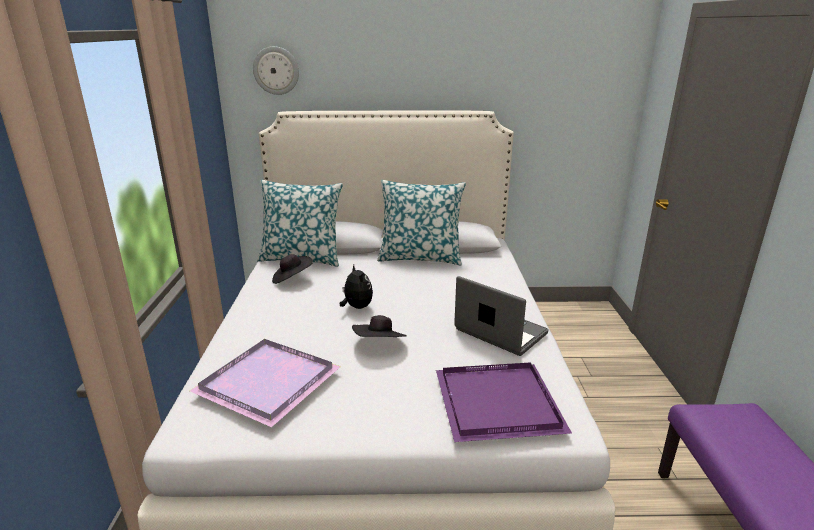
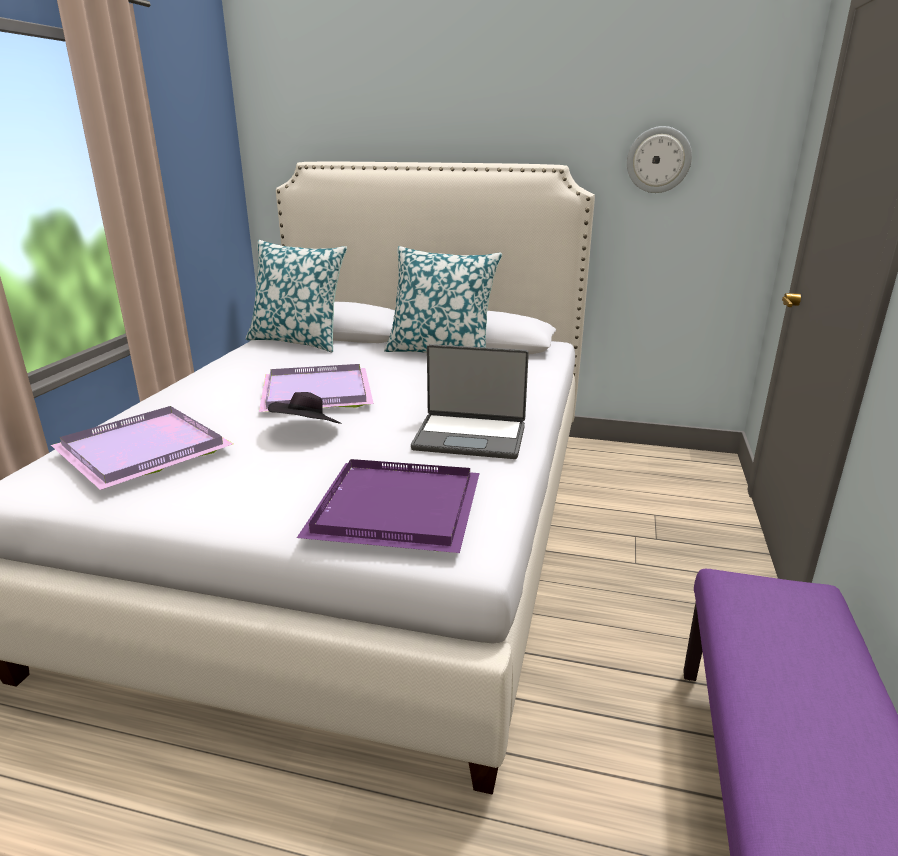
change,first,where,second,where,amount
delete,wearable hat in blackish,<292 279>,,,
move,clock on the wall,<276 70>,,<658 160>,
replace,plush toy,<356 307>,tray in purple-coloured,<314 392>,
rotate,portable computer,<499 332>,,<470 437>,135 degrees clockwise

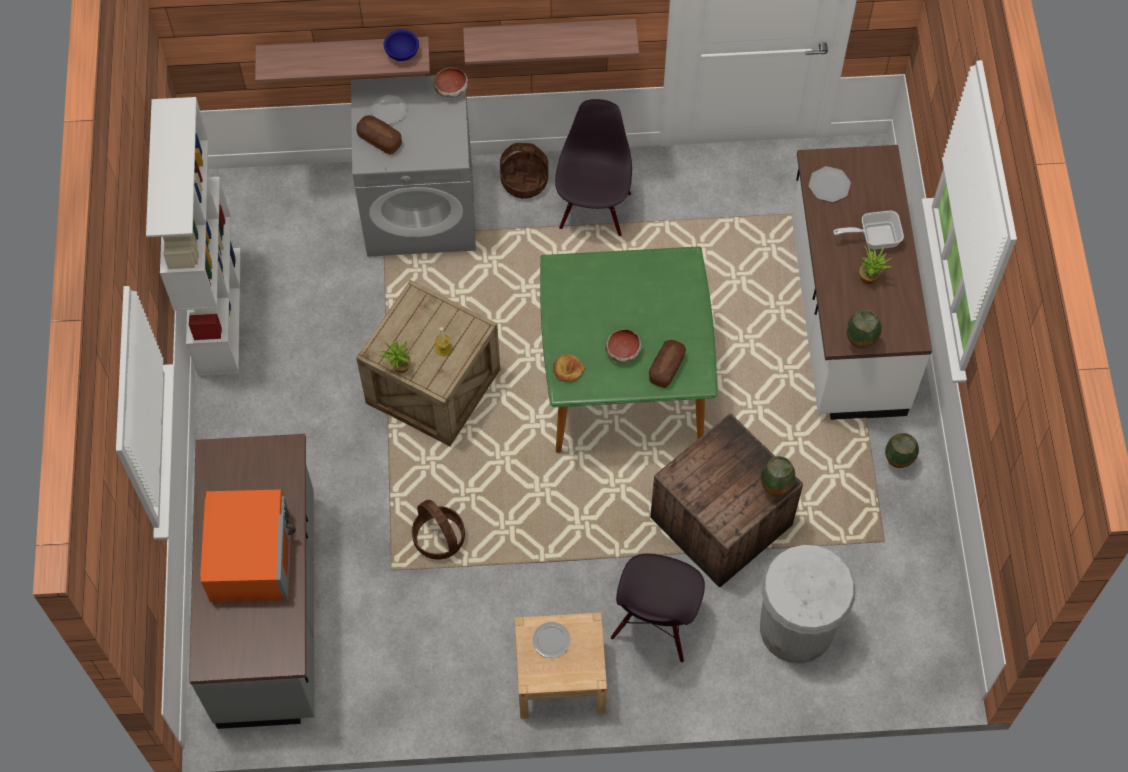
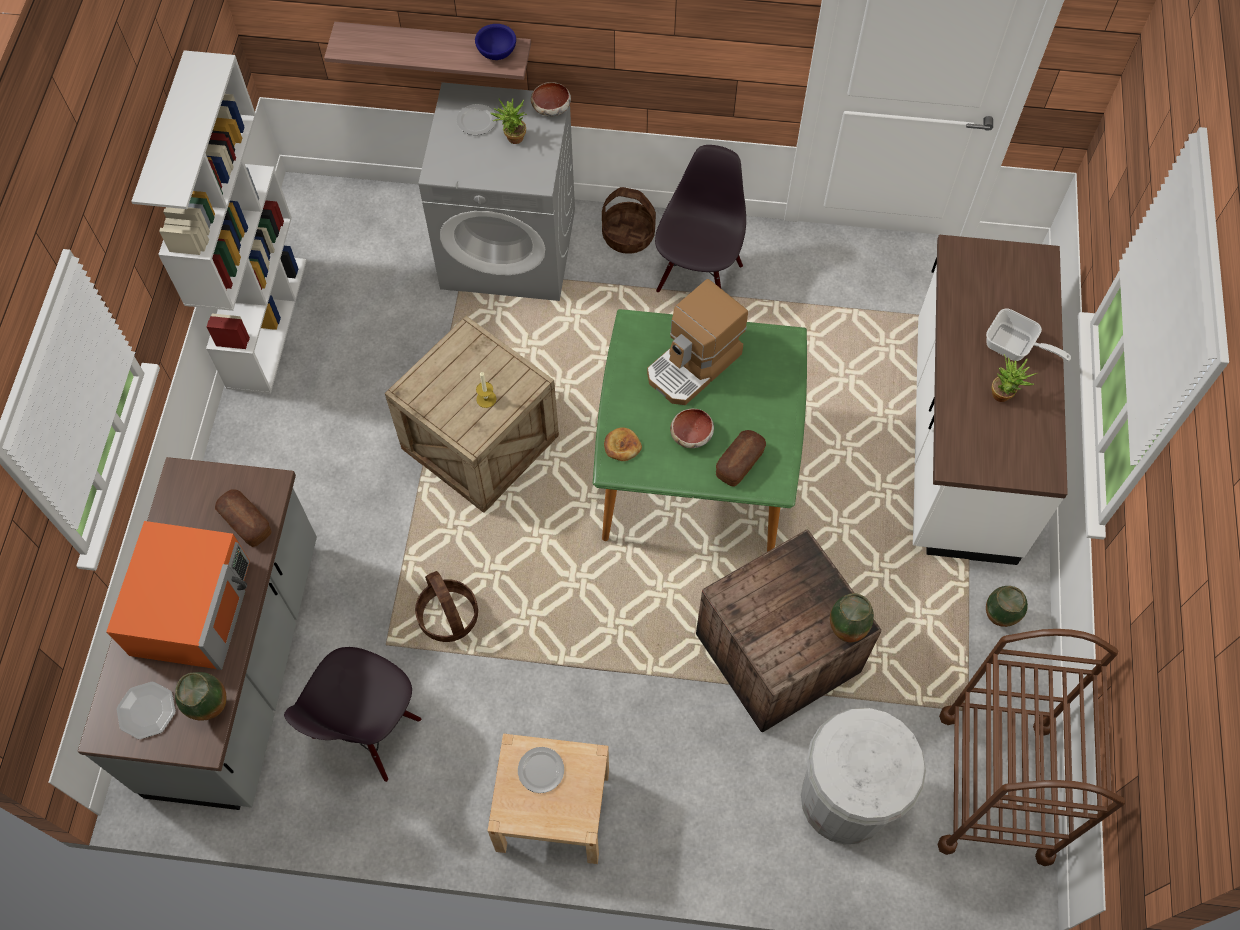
change,first,where,second,where,amount
delete,bracket shelf,<549 35>,,,
insert,,,coffee machine,<694 365>,
insert,,,cart in brown-coloured,<995 785>,
move,baked bread,<379 140>,,<246 522>,
move,plant in a pot,<399 369>,,<512 139>,
move,upright chair in blackish,<655 625>,,<368 730>,
move,dinner plate,<829 185>,,<147 711>,
move,flower vase,<860 344>,,<213 709>,
rotate,frying pan,<873 237>,,<1015 347>,150 degrees counterclockwise

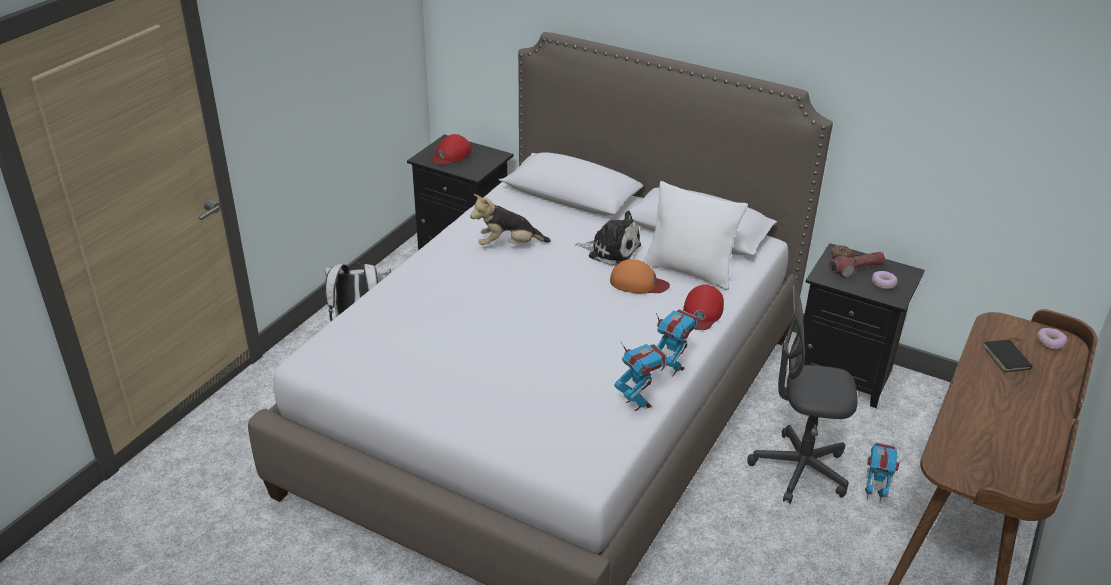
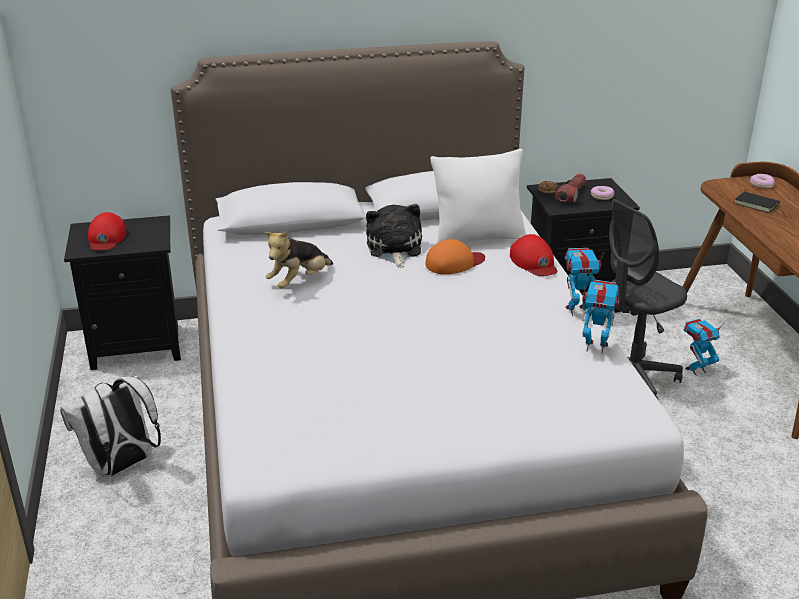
change,first,where,second,where,amount
rotate,plush toy,<611 250>,,<394 249>,75 degrees counterclockwise

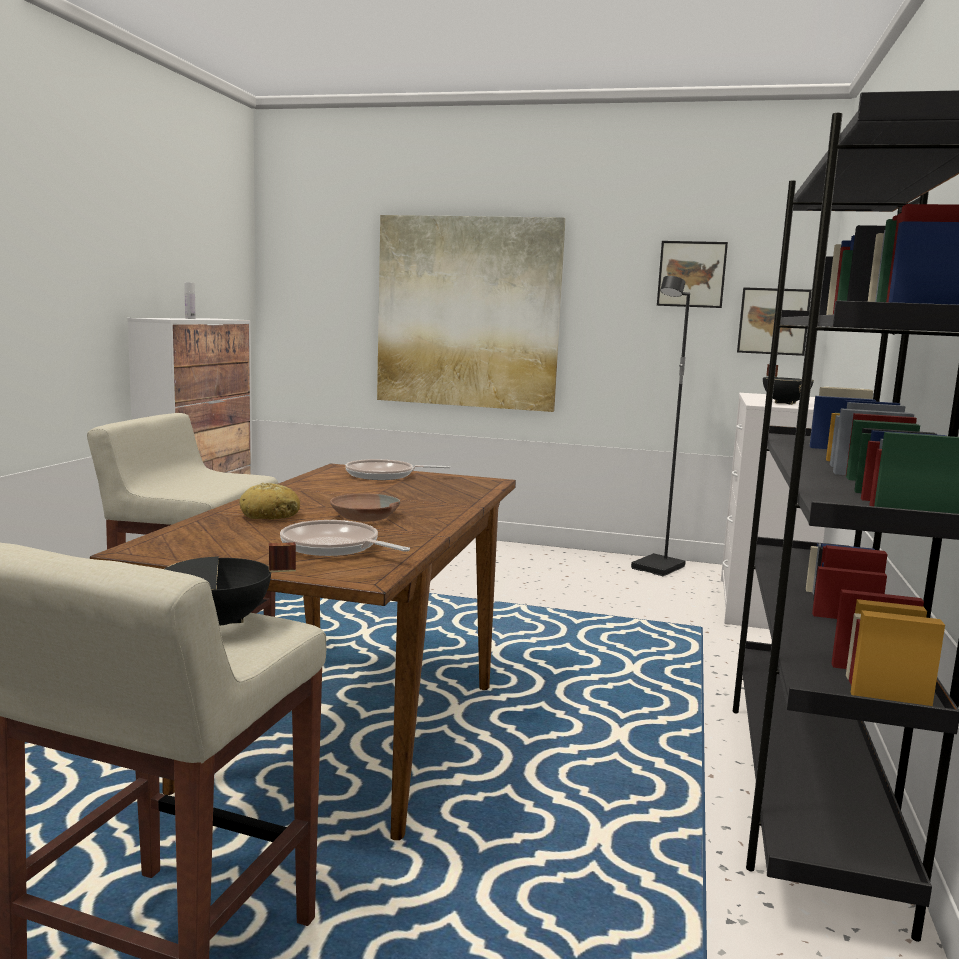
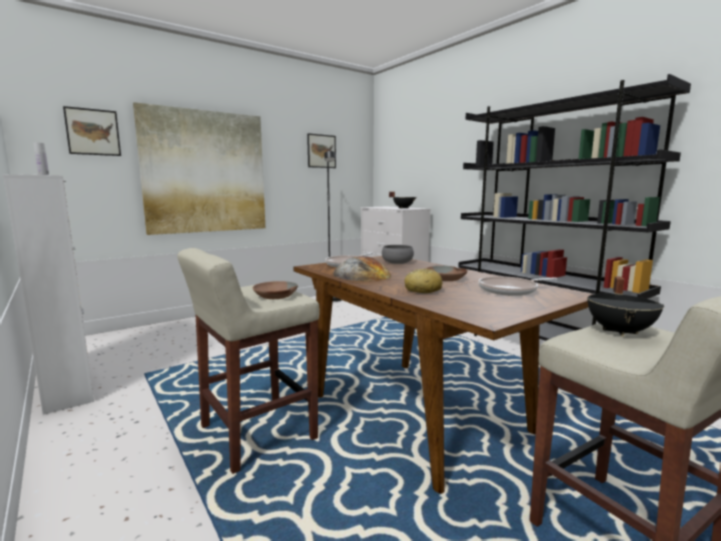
change,first,where,second,where,amount
insert,,,deep dish in brown-coloured,<275 296>,
insert,,,baked bread,<361 275>,
insert,,,deep dish in gray,<397 262>,
move,wall art,<773 321>,,<93 132>,

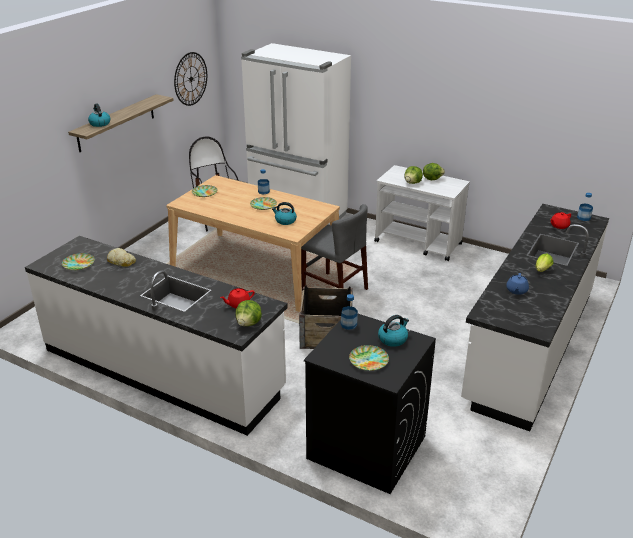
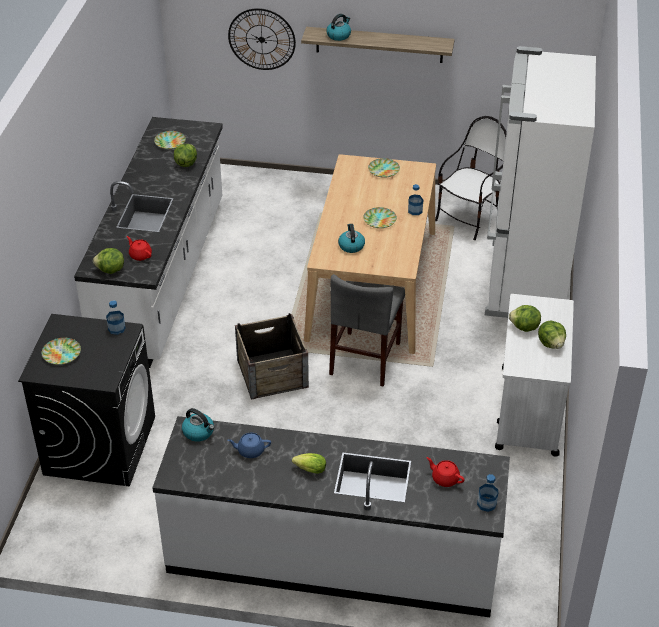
change,first,where,second,where,amount
move,clock on the wall,<191 79>,,<261 39>,
move,kettle,<393 339>,,<199 432>,
replace,baked bread,<121 261>,head of lettuce,<186 163>,

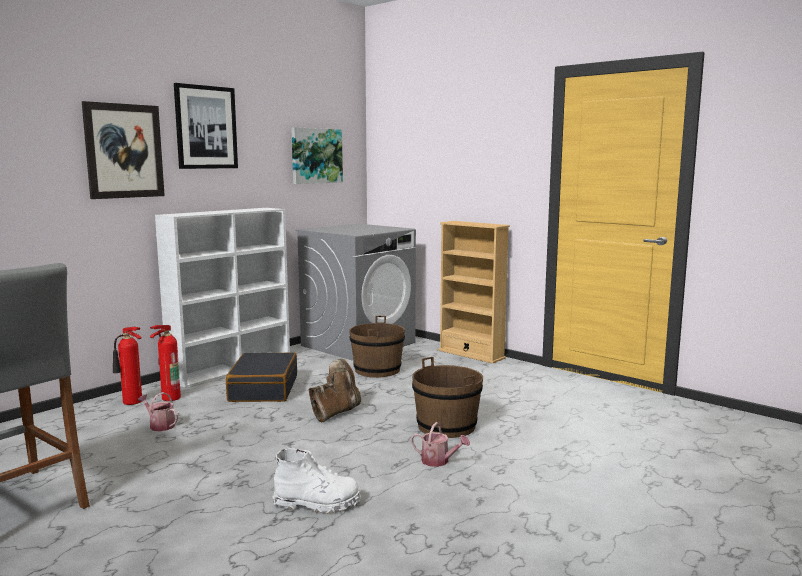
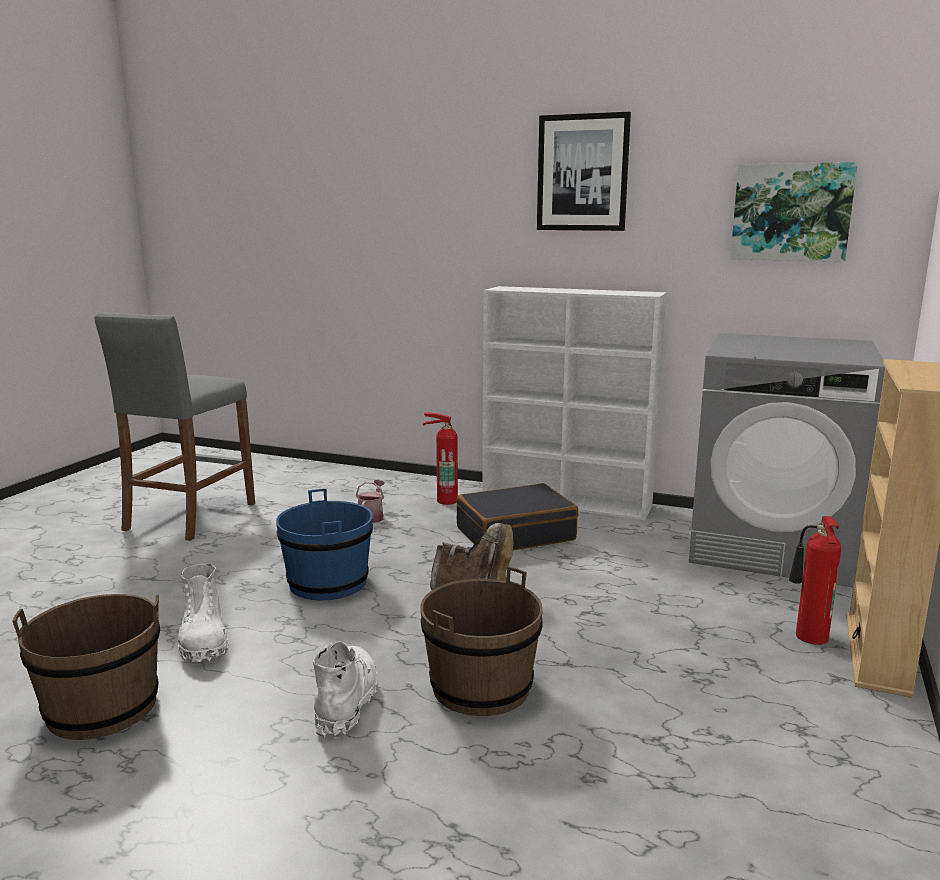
change,first,where,second,where,amount
delete,wall art,<124 151>,,,
insert,,,water bucket in blue-coloured,<328 583>,
move,extinguisher,<131 402>,,<808 638>,
move,water bucket in brown-coloured,<377 370>,,<102 708>,
replace,sprinkling can,<439 461>,tall boot in whitish,<346 702>,

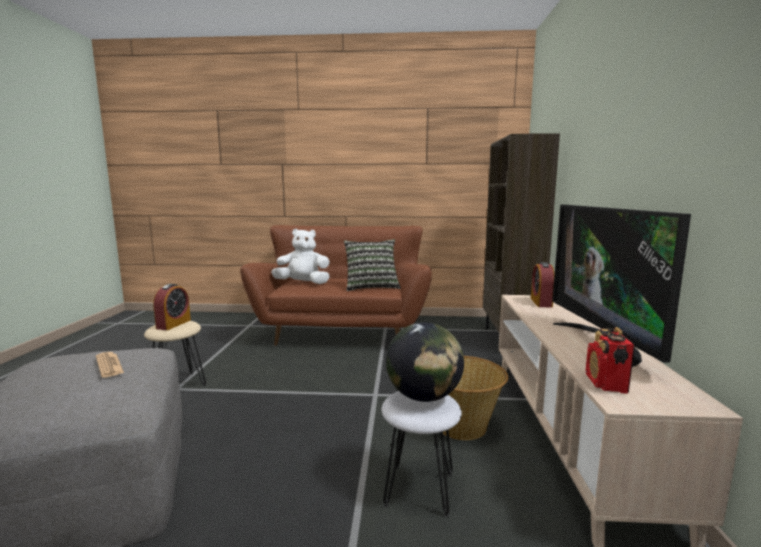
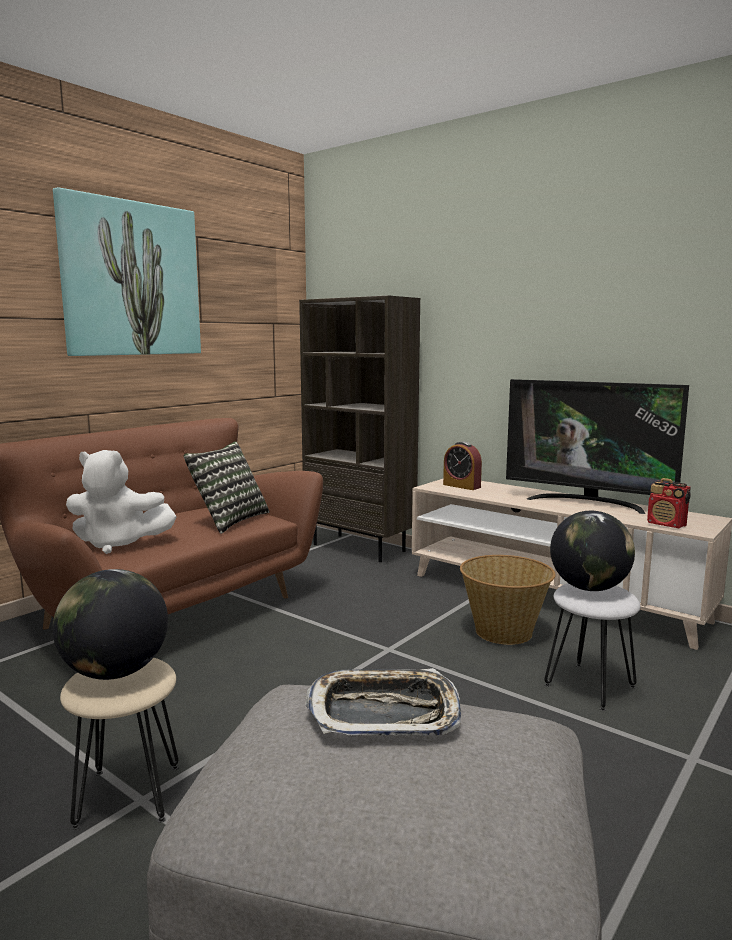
change,first,where,second,where,amount
insert,,,wall art,<131 279>,
replace,printed paper,<109 365>,tray,<384 712>,
replace,alarm clock,<173 324>,globe,<116 672>,
rotate,plush toy in whitish,<303 283>,,<118 544>,120 degrees counterclockwise

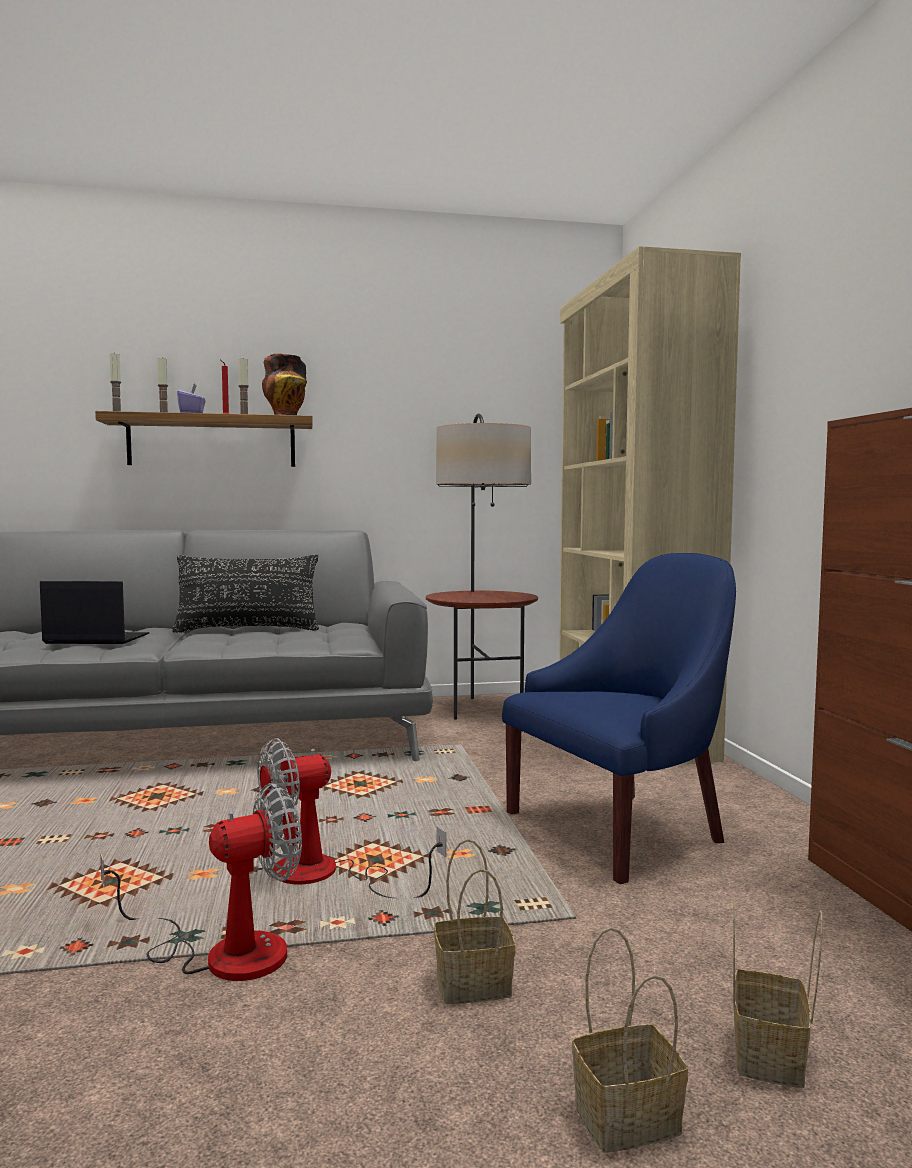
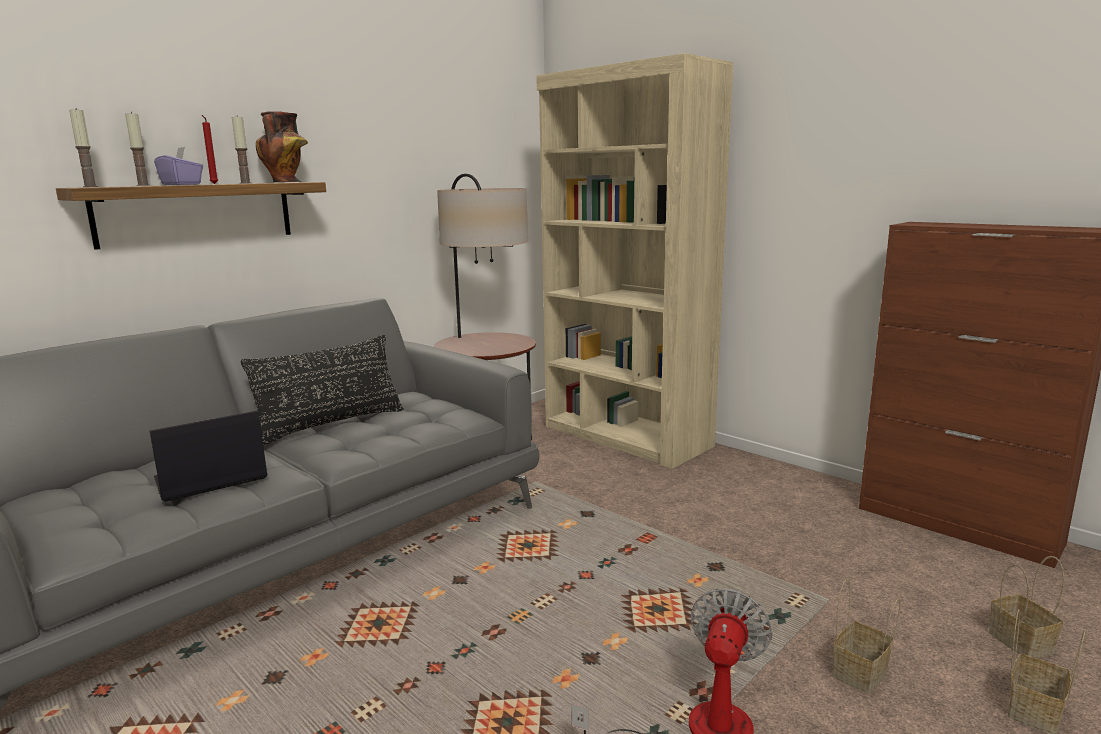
change,first,where,second,where,amount
delete,fan,<326 876>,,,
delete,armchair in blue-coloured,<621 829>,,,

